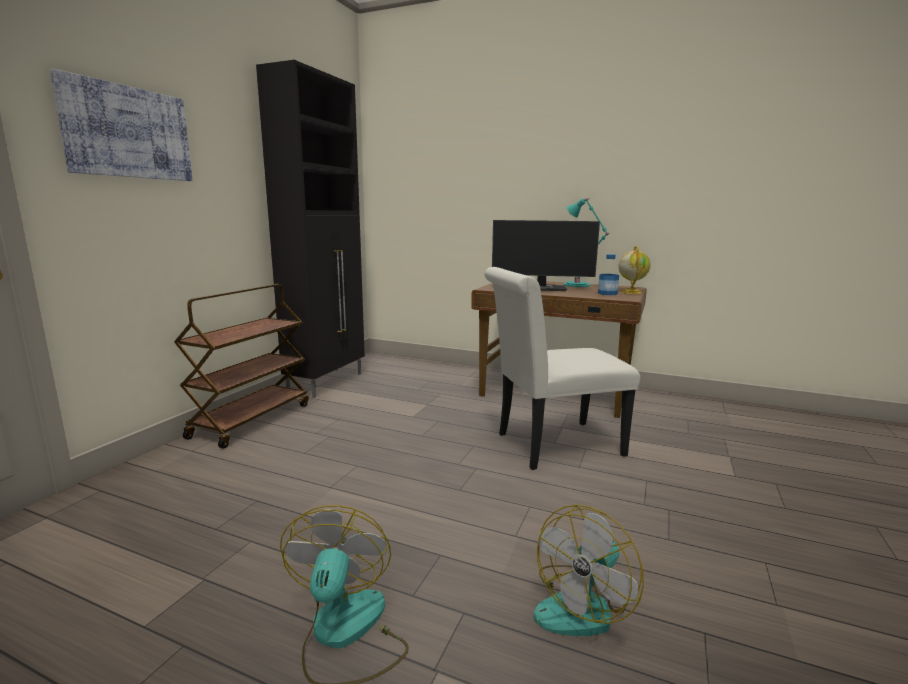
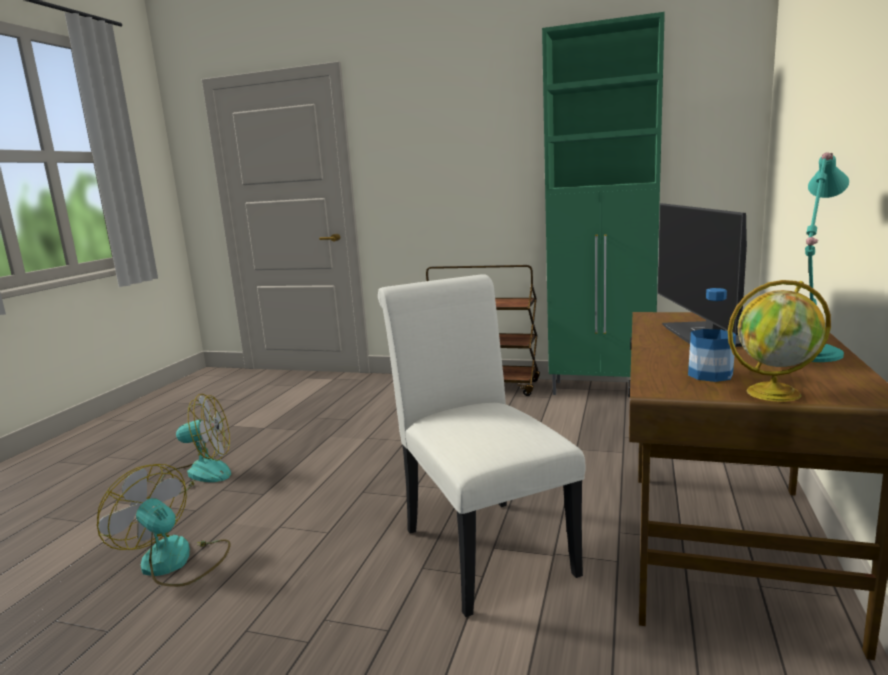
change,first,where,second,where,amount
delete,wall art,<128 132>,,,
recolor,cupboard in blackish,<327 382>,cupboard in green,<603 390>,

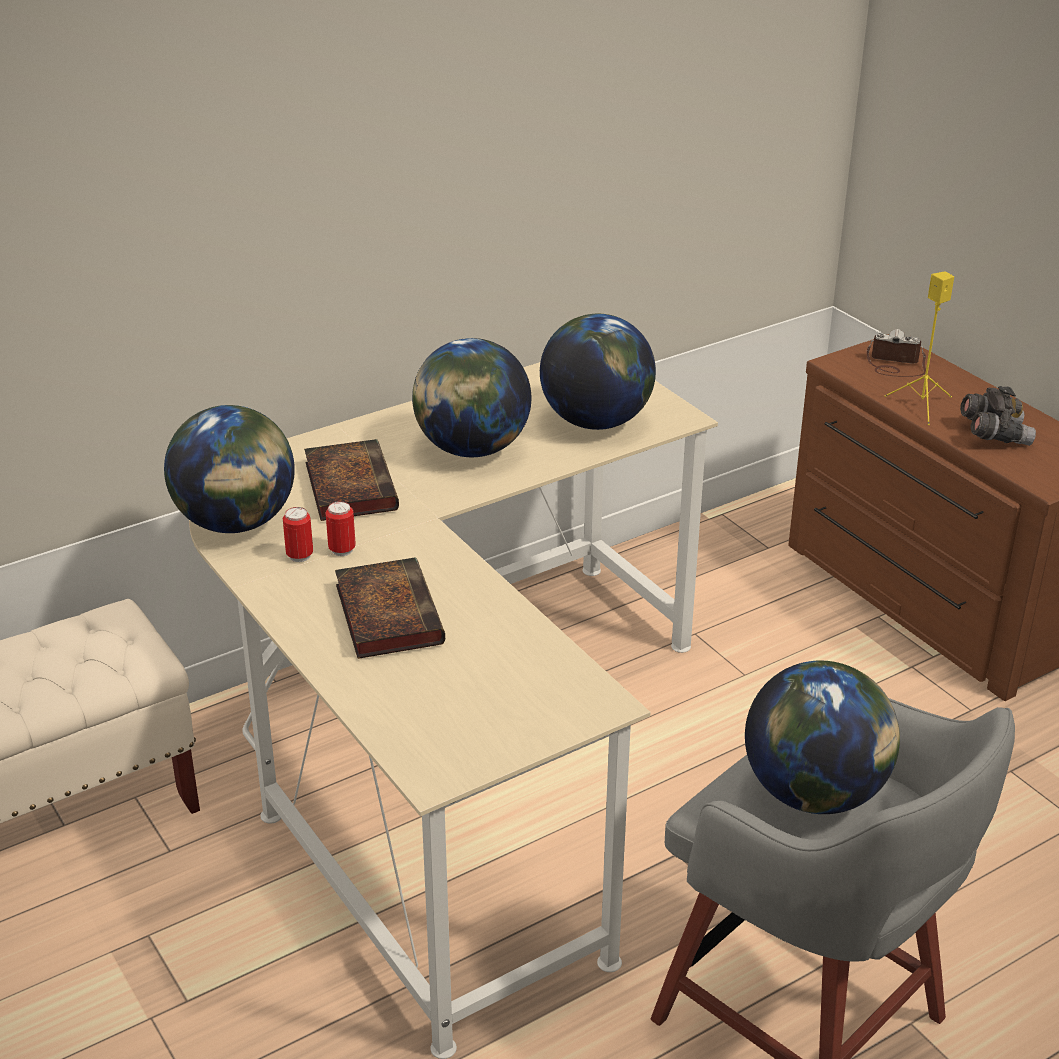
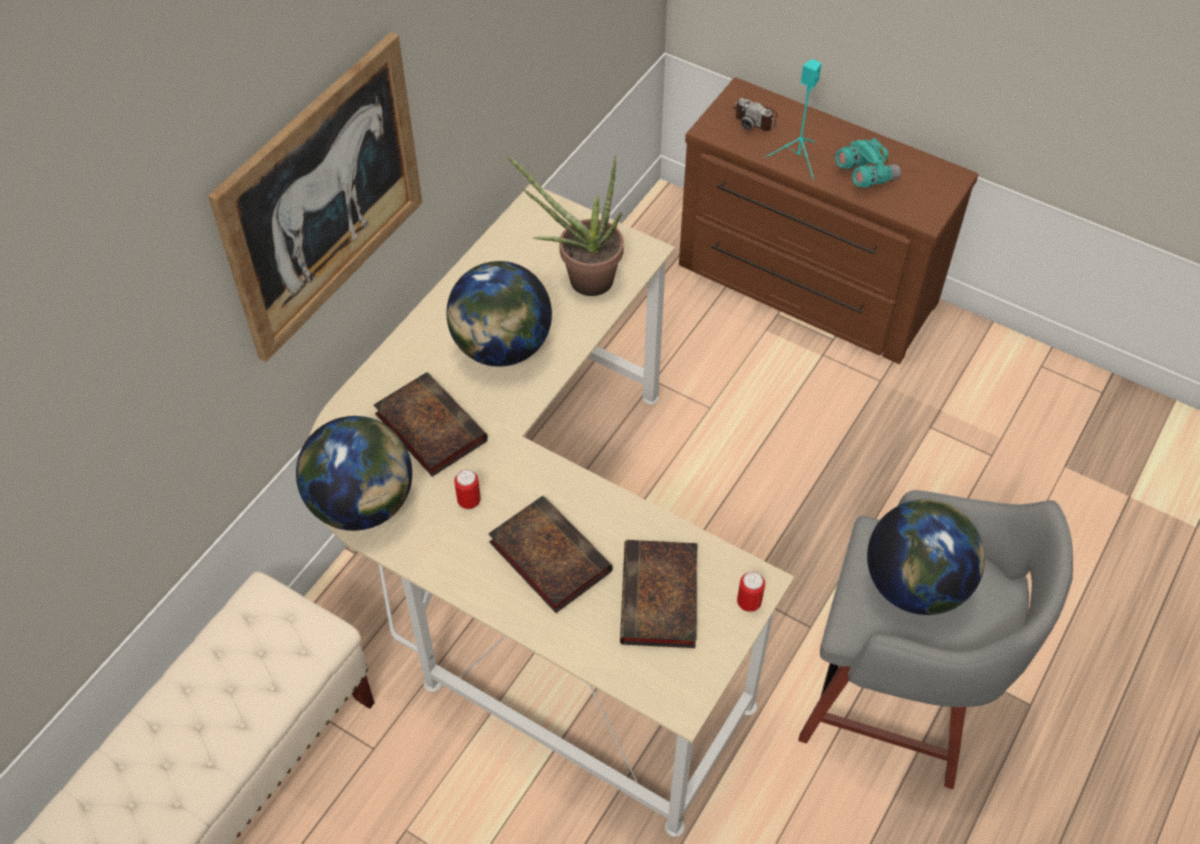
change,first,where,second,where,amount
insert,,,wall art,<323 198>,
insert,,,bound book,<660 600>,
move,metal can,<300 556>,,<749 603>,
replace,globe,<596 421>,plant in a pot,<581 279>,
recolor,loudspeaker in yellowish,<922 406>,loudspeaker in turquoise,<798 159>,
recolor,field glasses in gray,<993 435>,field glasses in turquoise,<865 175>,
rotate,still camera,<895 365>,,<756 118>,135 degrees counterclockwise

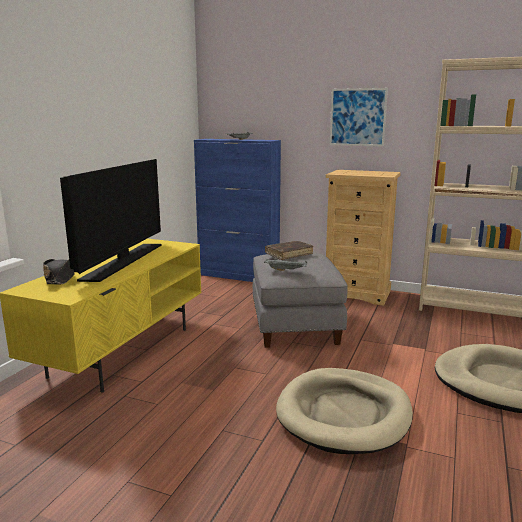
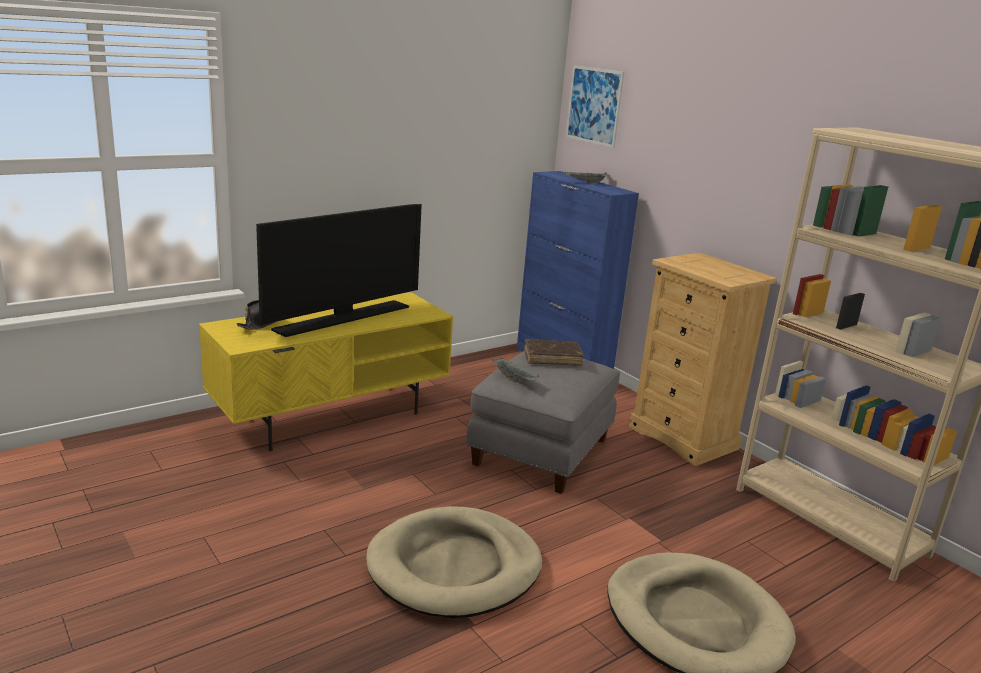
change,first,where,second,where,amount
move,wall art,<357 117>,,<594 106>,

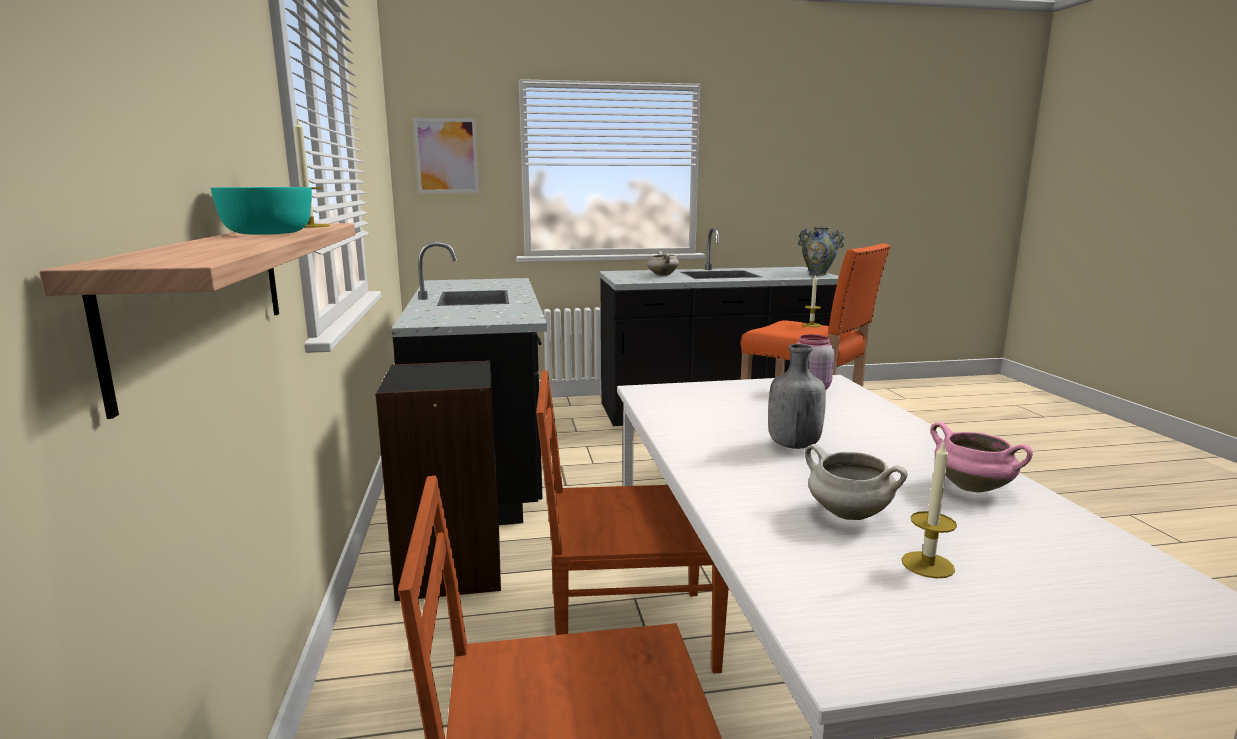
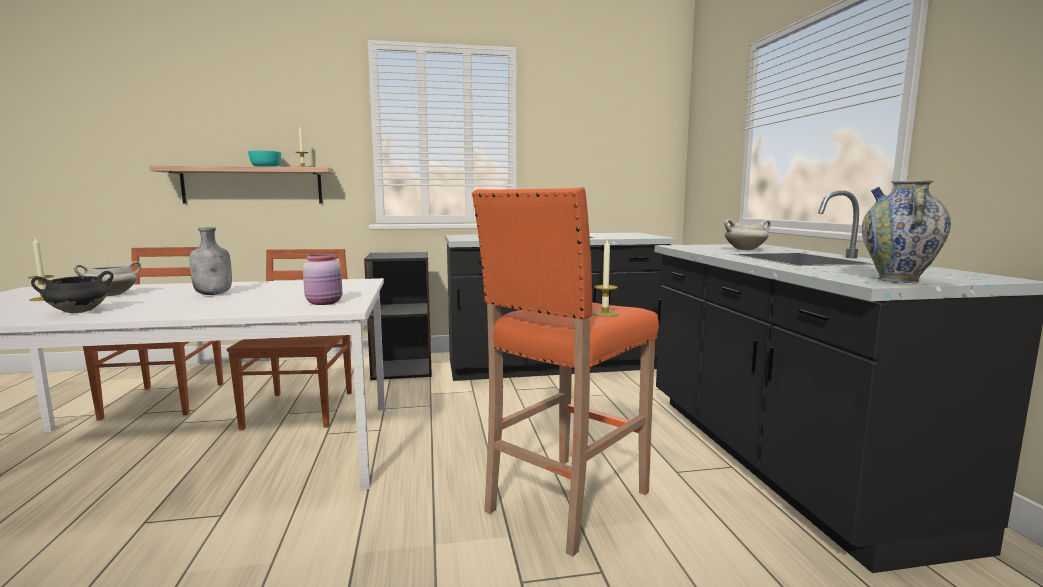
change,first,where,second,where,amount
delete,wall art,<446 156>,,,
recolor,saucepot in pink,<974 487>,saucepot in blackish,<78 312>,

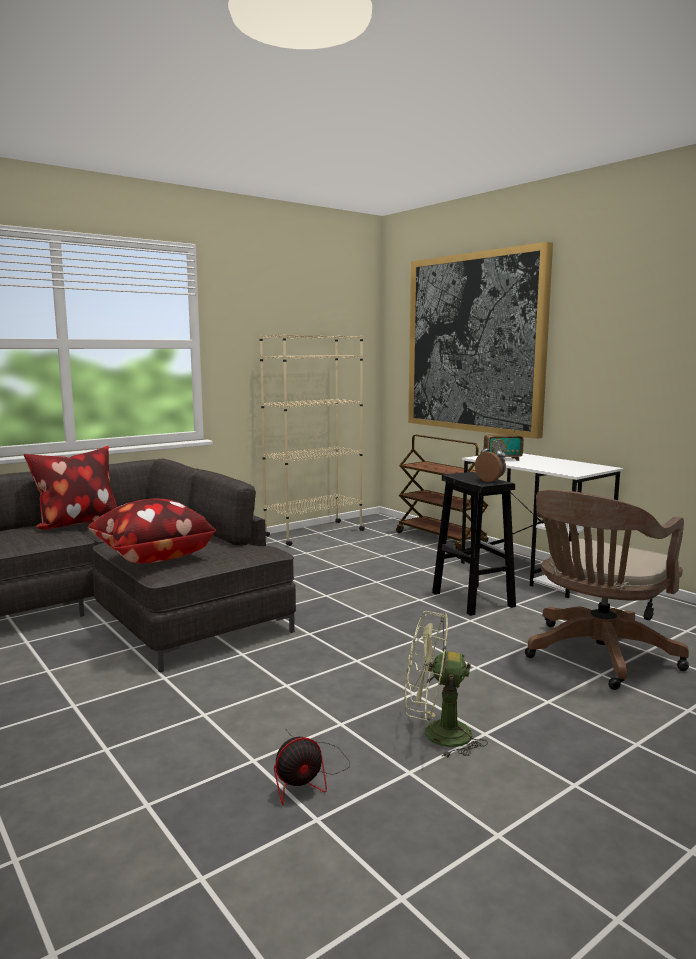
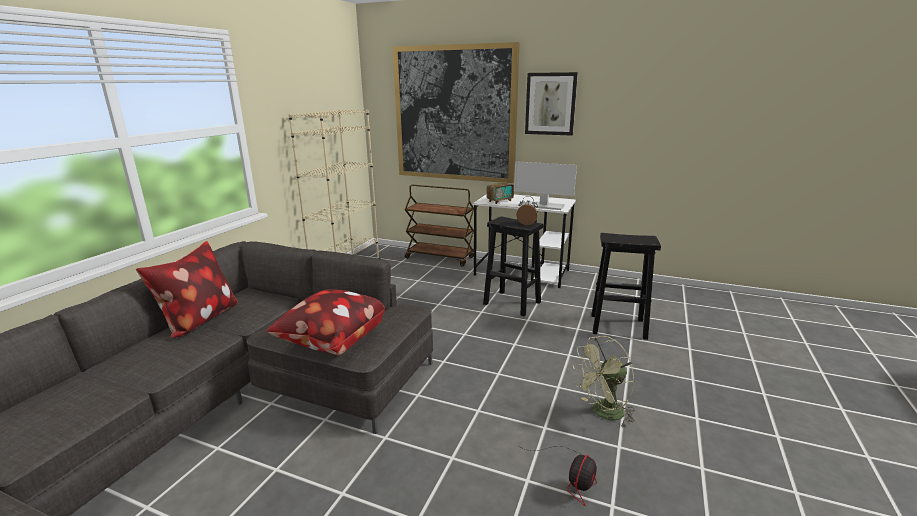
change,first,where,second,where,amount
insert,,,monitor,<543 206>,
insert,,,wall art,<550 104>,
replace,desk chair in brown-coloured,<597 656>,stool in blackish,<617 326>,

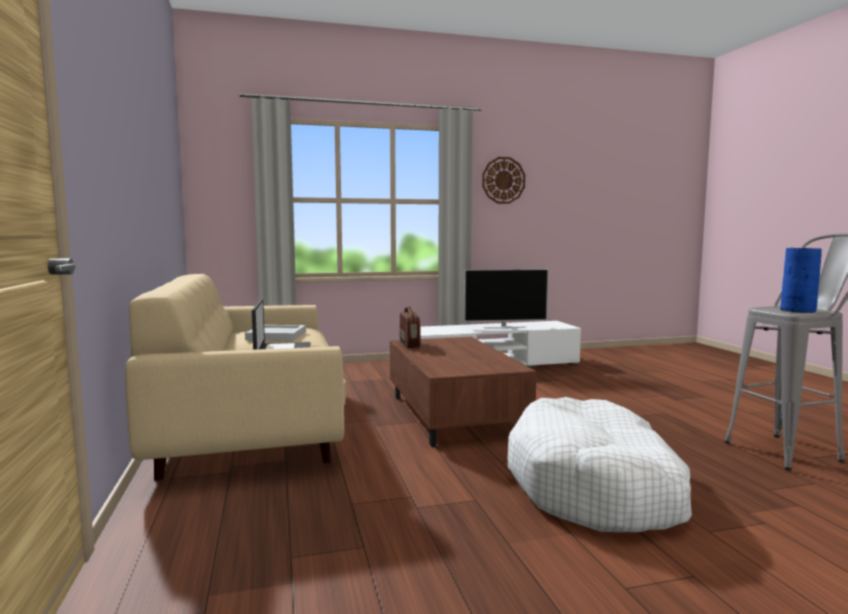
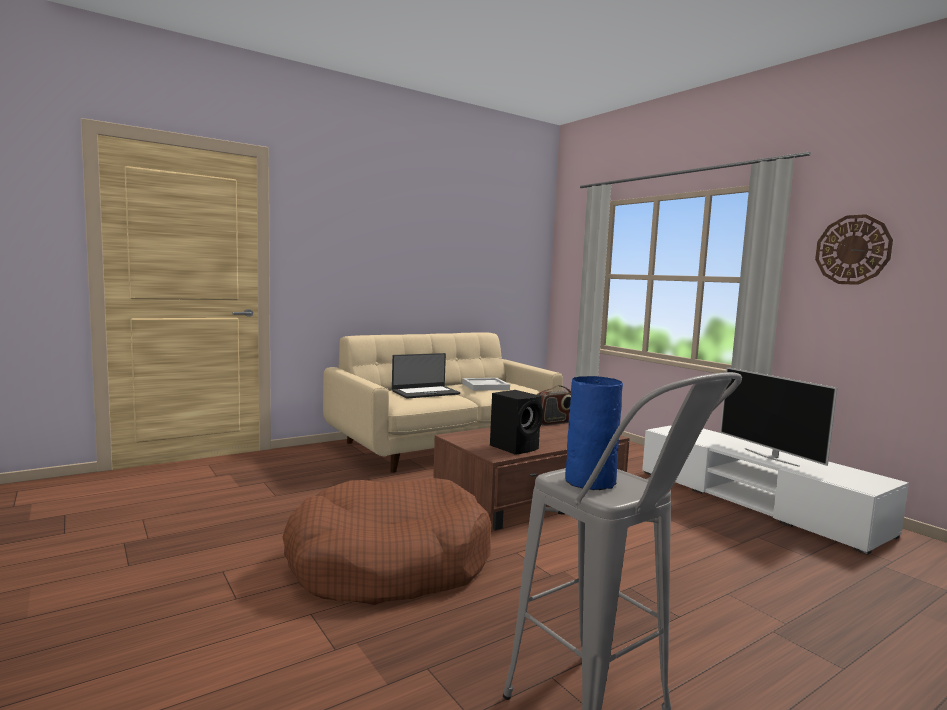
change,first,where,second,where,amount
insert,,,loudspeaker in blackish,<515 447>,
recolor,pet bed in whitish,<595 487>,pet bed in brown-coloured,<389 563>,

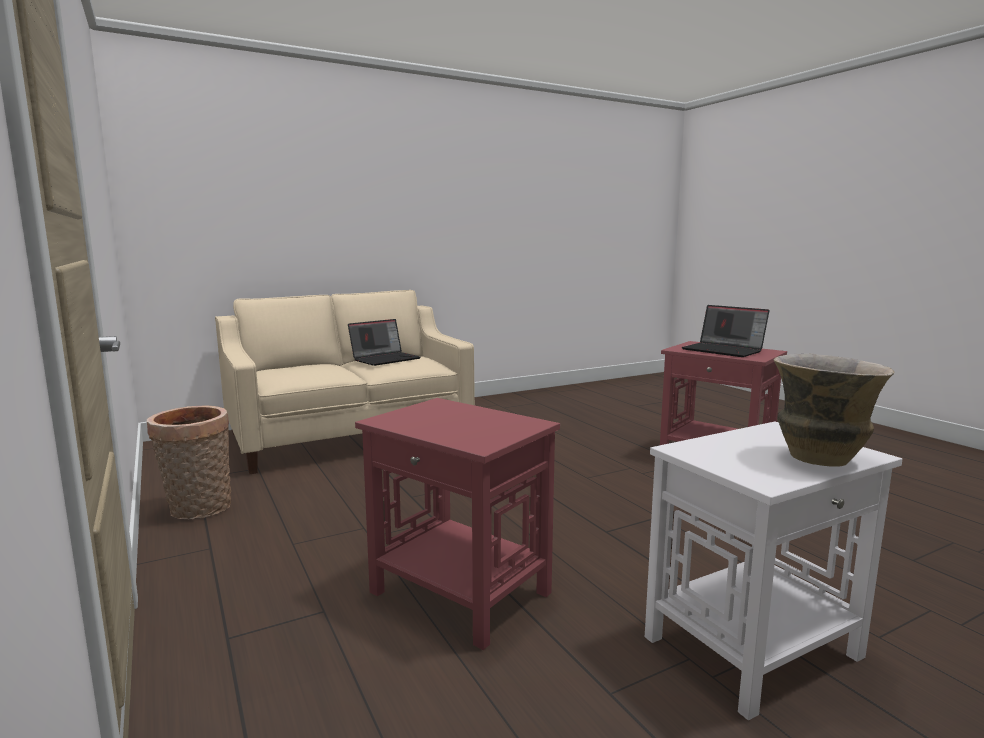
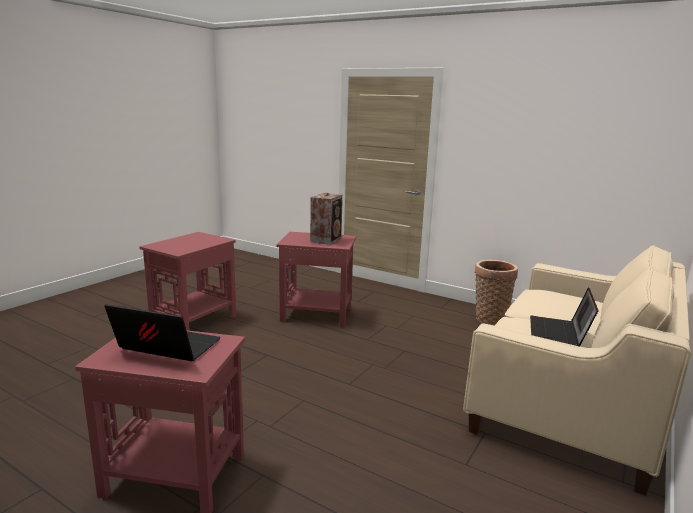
change,first,where,second,where,amount
delete,flower vase,<820 459>,,,
insert,,,loudspeaker,<326 239>,
recolor,accent table in whitish,<753 648>,accent table in reddish,<193 321>,

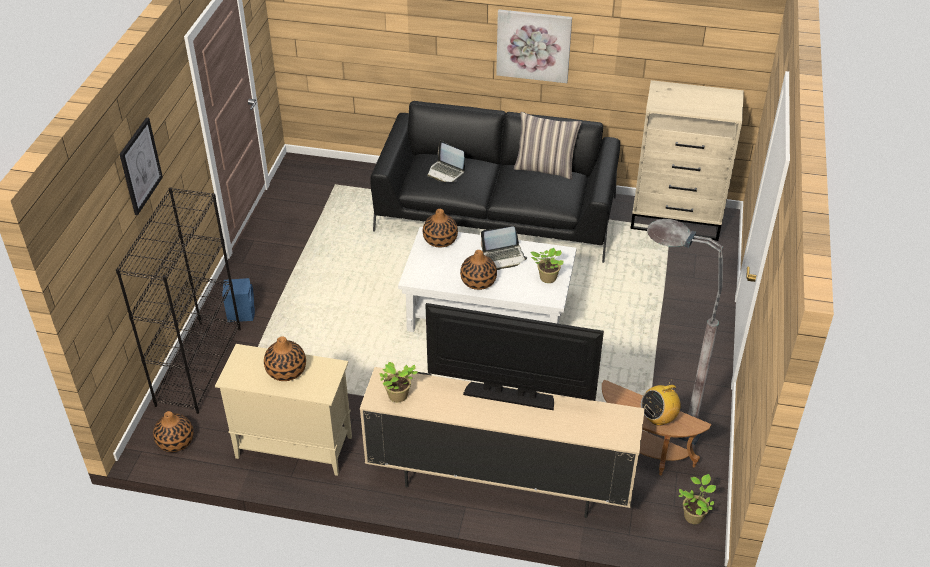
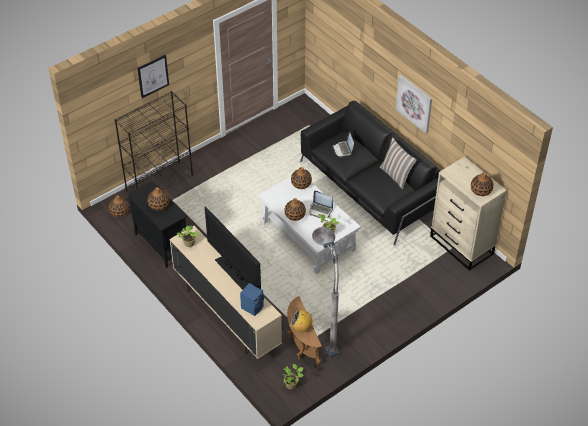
change,first,where,second,where,amount
insert,,,flower vase,<481 190>,
move,loudspeaker in blue-coloured,<241 313>,,<253 306>,
recolor,cupboard in beige,<293 447>,cupboard in blackish,<161 244>,

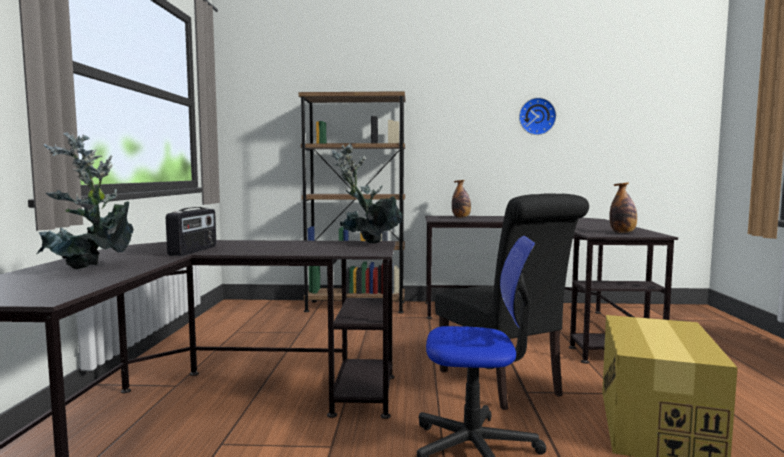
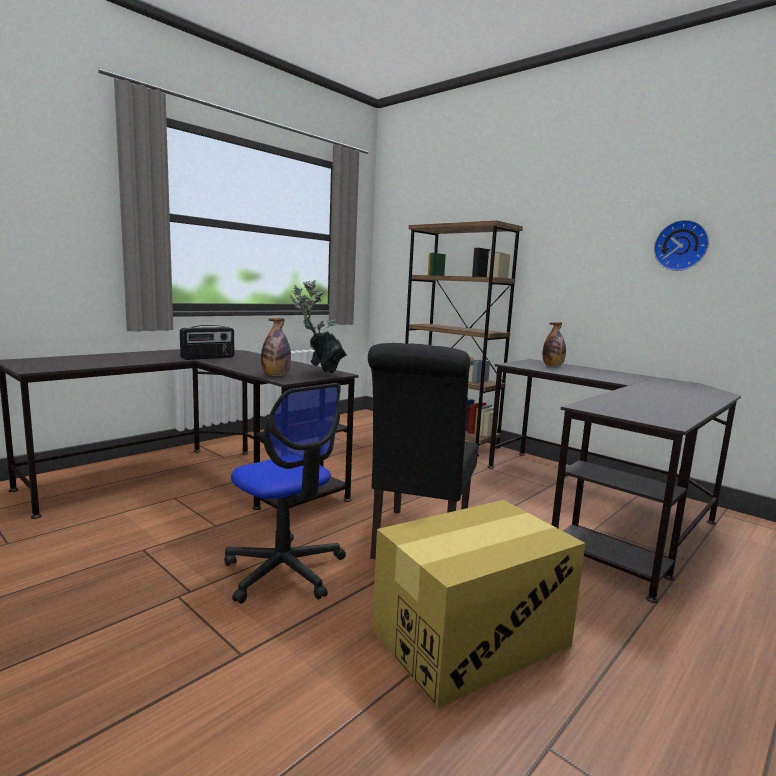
change,first,where,second,where,amount
delete,plant in a pot,<92 269>,,,
move,beverage bottle,<622 233>,,<275 375>,

